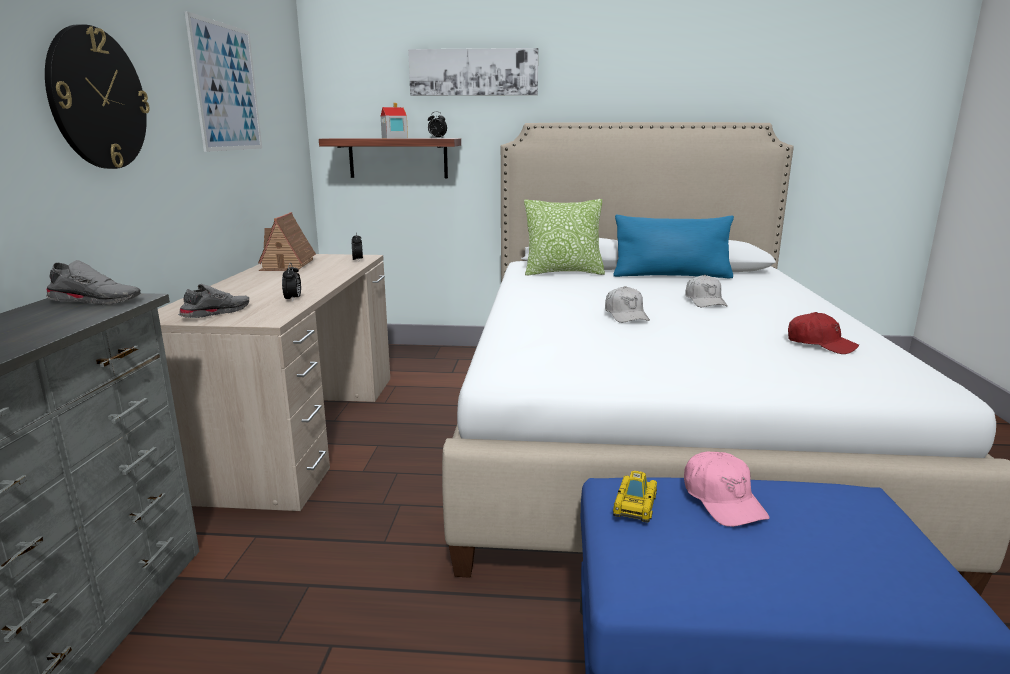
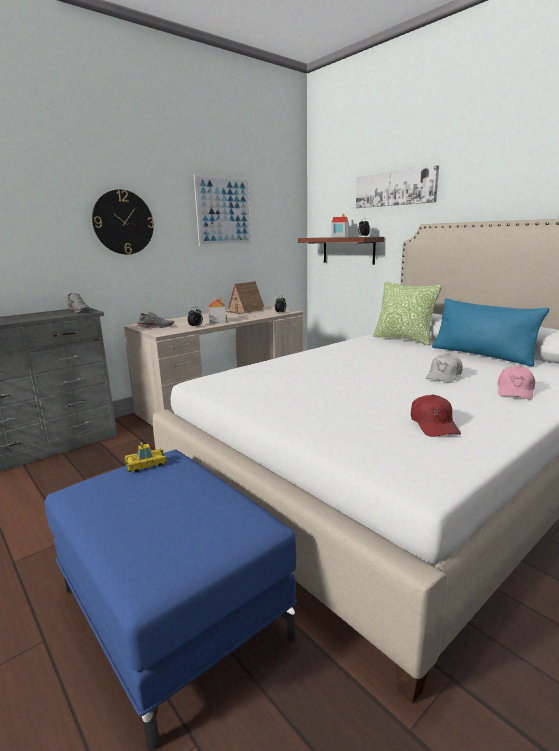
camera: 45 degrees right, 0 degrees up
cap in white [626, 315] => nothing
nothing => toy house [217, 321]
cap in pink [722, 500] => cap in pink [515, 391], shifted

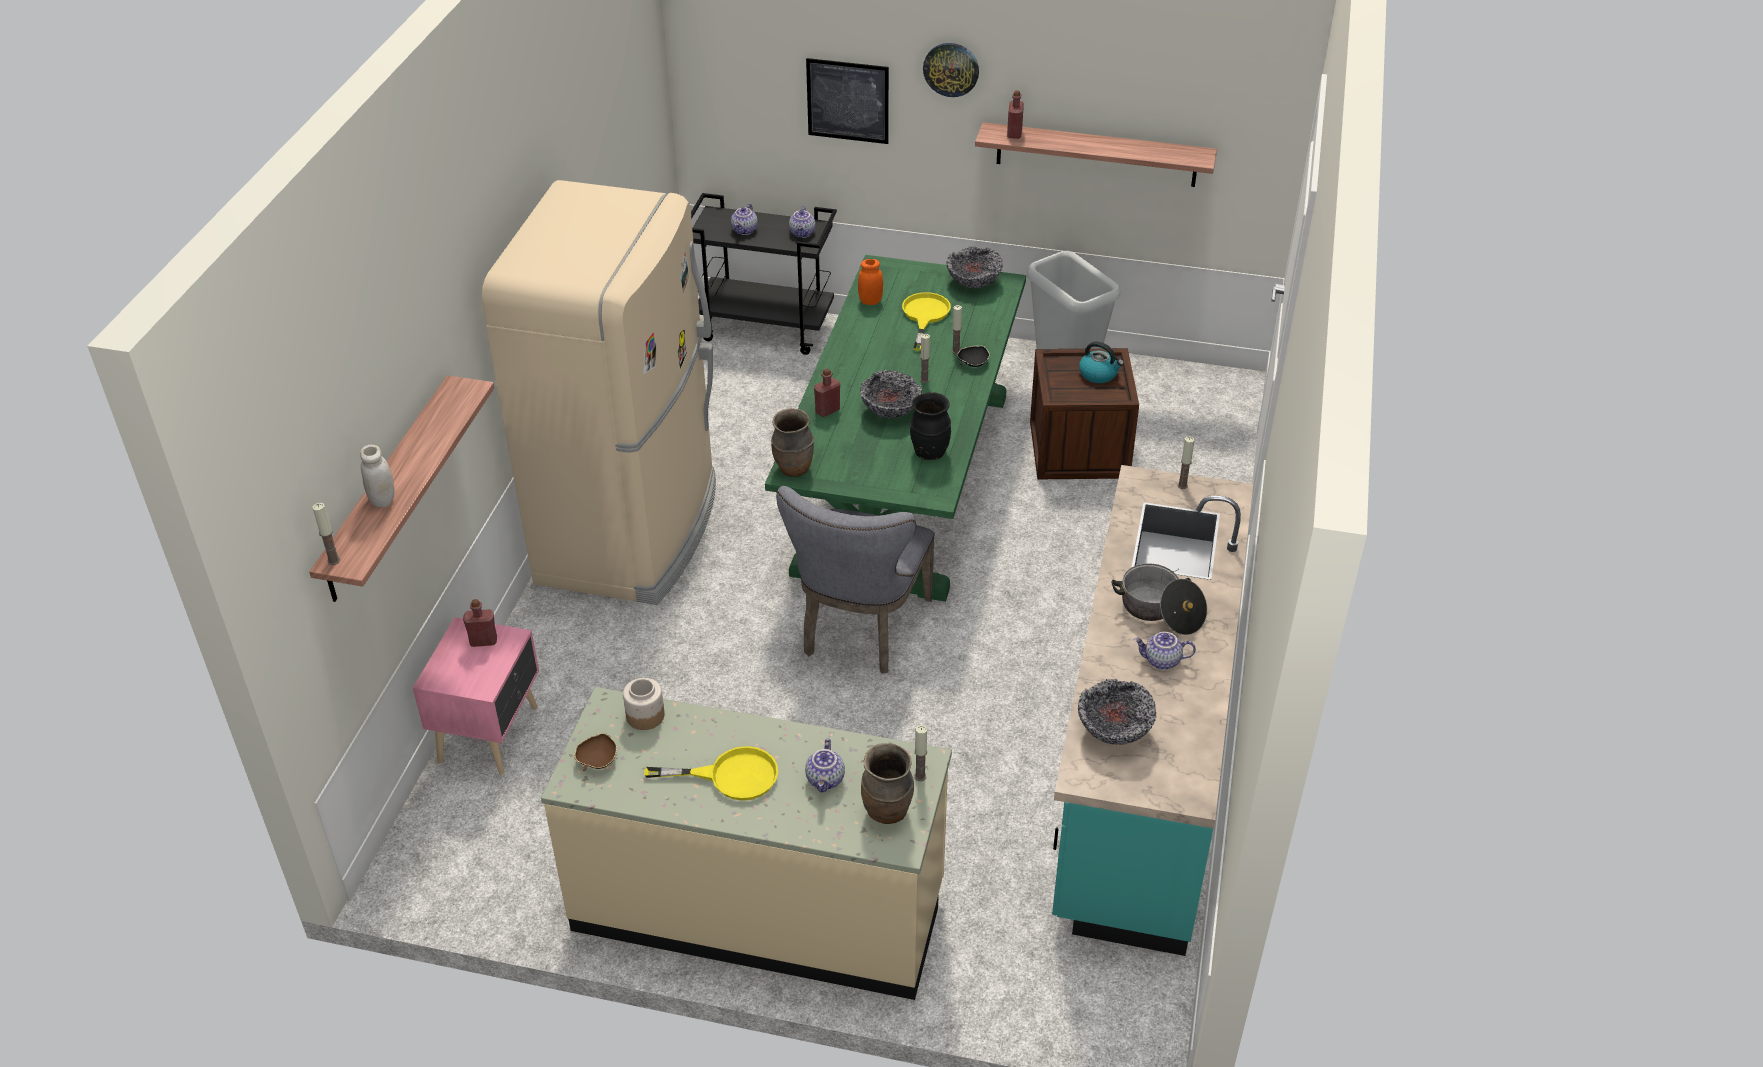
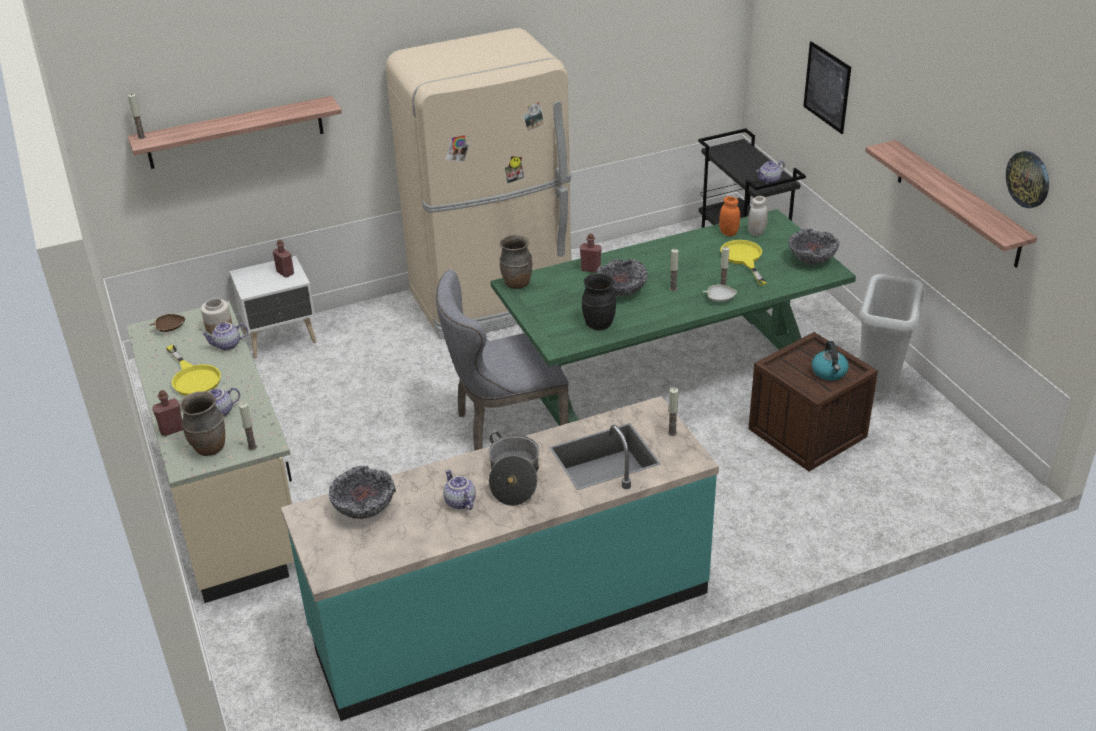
camera: 55 degrees right, 5 degrees down
jar in white [382, 500] => jar in white [756, 232], shifted
teapot [745, 230] => teapot [227, 345], shifted
wall clock [951, 69] => wall clock [1028, 179], shifted
bottle in red [1014, 133] => bottle in red [172, 430], shifted
nightstand in pink [491, 733] => nightstand in white [281, 339]
bowl in black [973, 363] => bowl in white [719, 299]
frying pan in yellow [924, 316] => frying pan in yellow [743, 258], 75 degrees counterclockwise

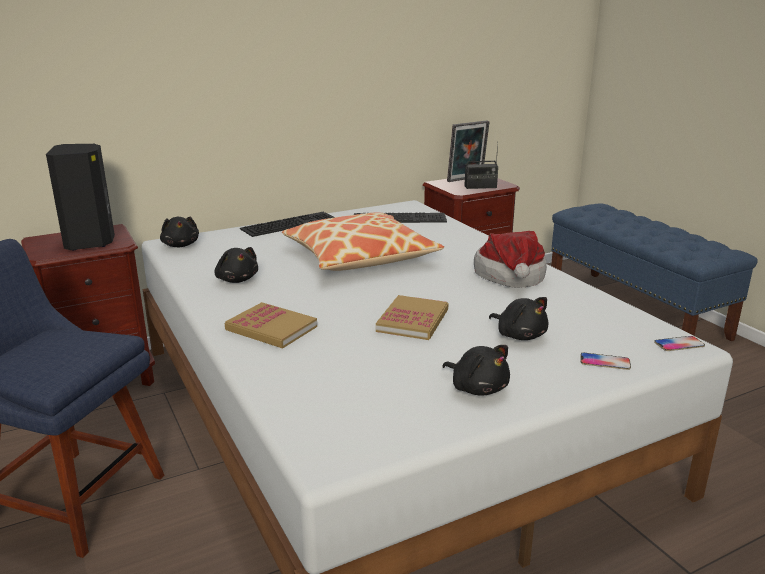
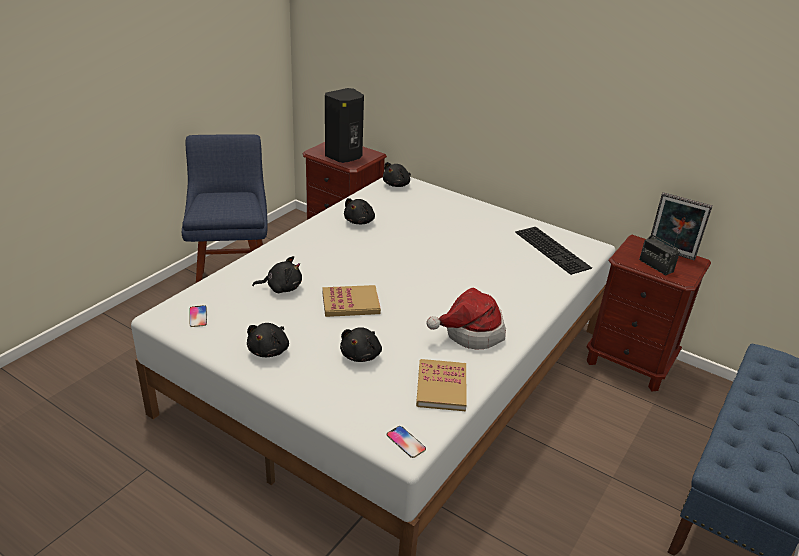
camera: 60 degrees right, 10 degrees up
keyboard [289, 223] => nothing
pillow [360, 257] => nothing
nothing => plush toy in black [281, 287]
book [271, 328] => book [441, 387], shifted
phone [605, 362] => phone [198, 316], shifted

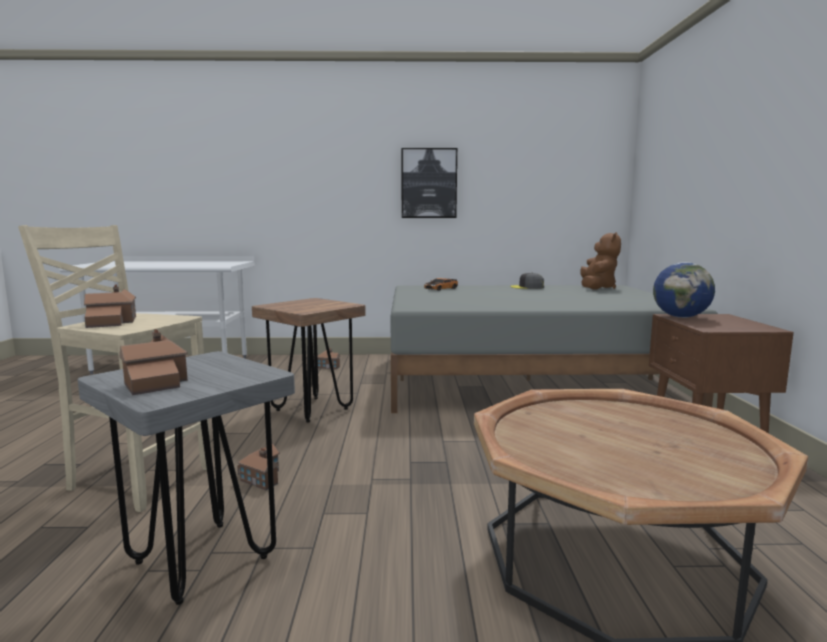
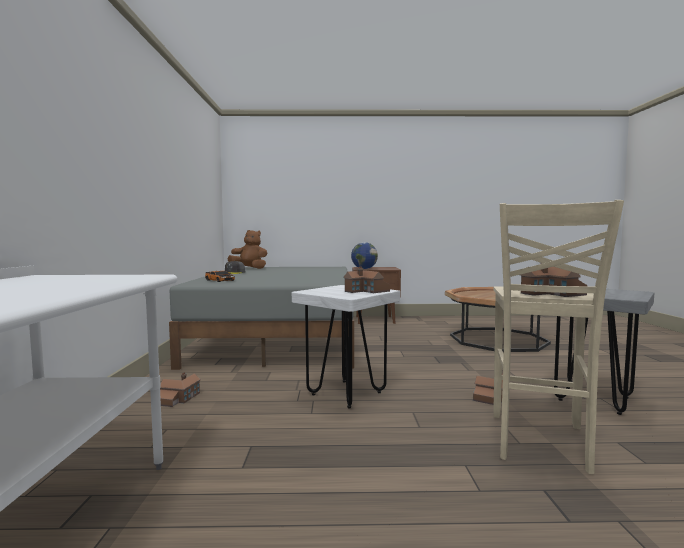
camera: 90 degrees left, 5 degrees down
picture [429, 183] => nothing
toy house [156, 381] => toy house [367, 291], shifted
stool in brown [312, 409] => stool in white [346, 393]

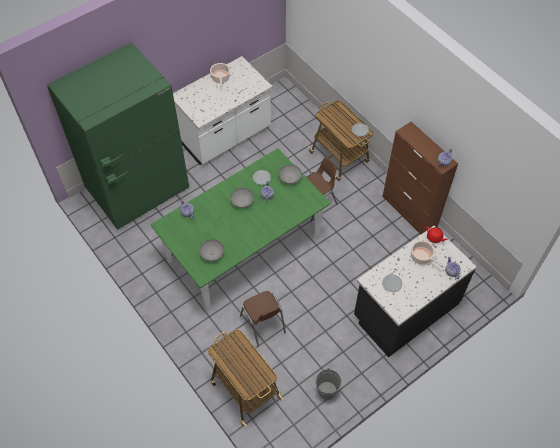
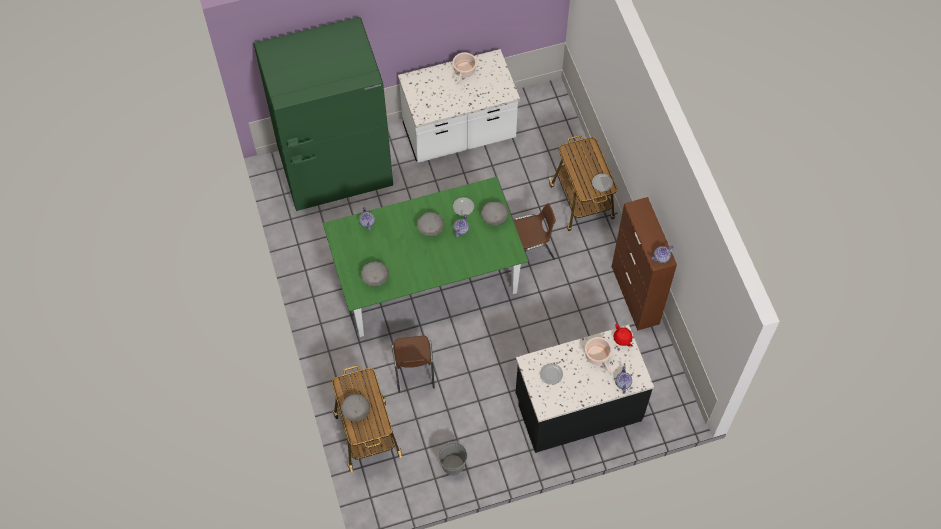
camera: 20 degrees right, 5 degrees up
nothing => bowl in grey [356, 411]

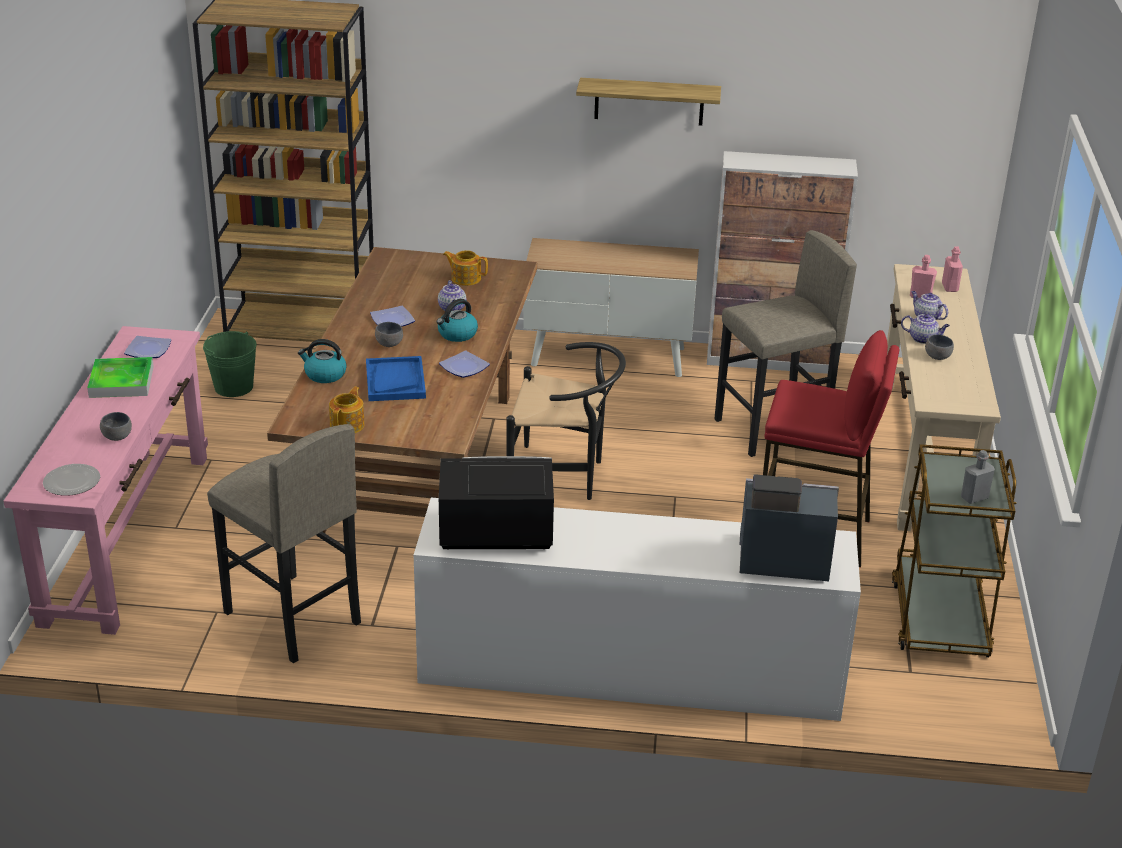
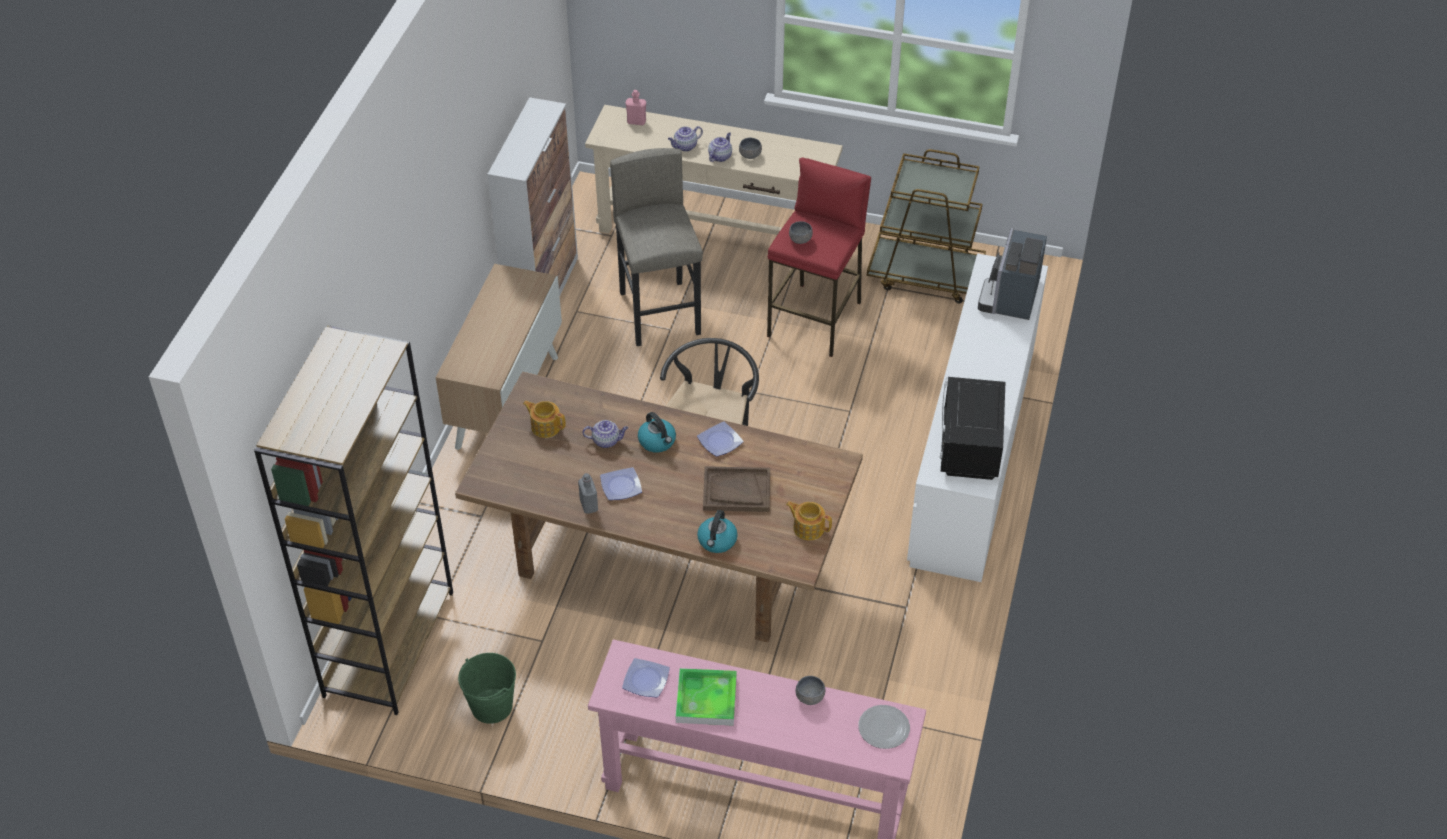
camera: 80 degrees left, 15 degrees up
stool in grey [292, 618] => nothing
shelf [649, 101] => nothing
bottle in pink [920, 296] => nothing
bowl in grey [390, 344] => bowl in grey [800, 239], shifted
bottle in grey [974, 497] => bottle in grey [589, 505], shifted
tray in blue [395, 381] => tray in brown [736, 491]
teapot [465, 278] => teapot [545, 426], 90 degrees clockwise

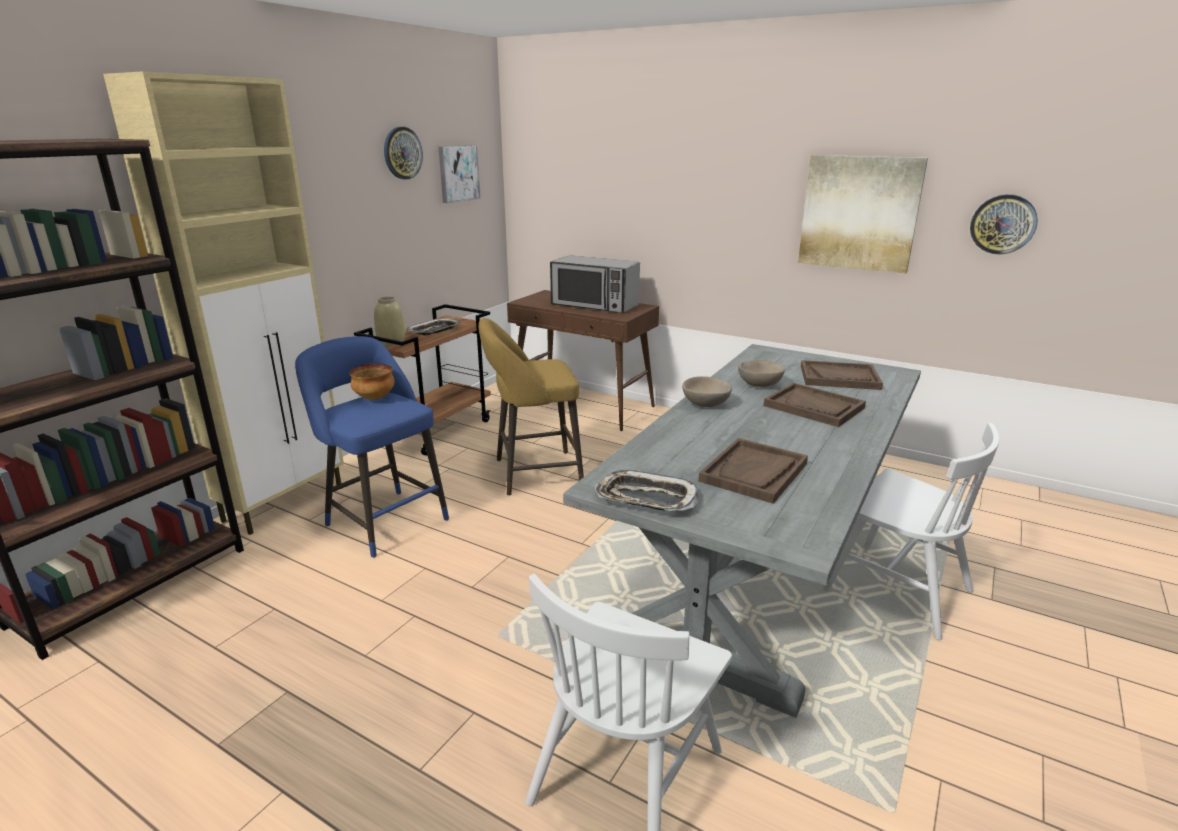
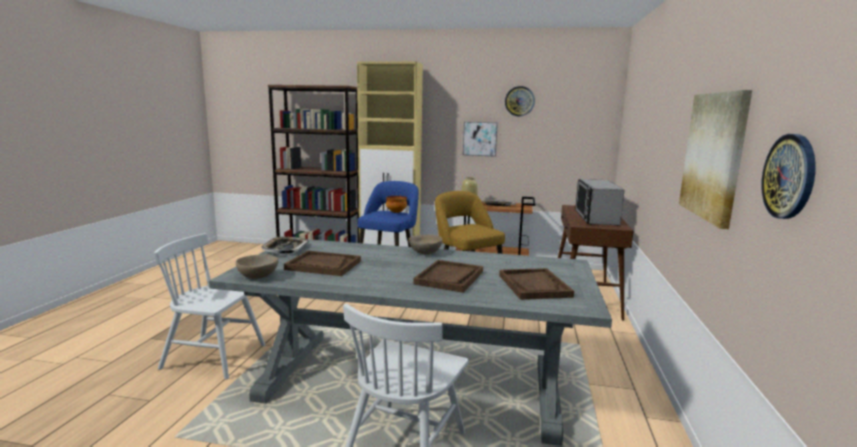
camera: 70 degrees right, 10 degrees down
picture [458, 173] => picture [480, 139], shifted
bowl in beige [760, 385] => bowl in beige [258, 277], shifted

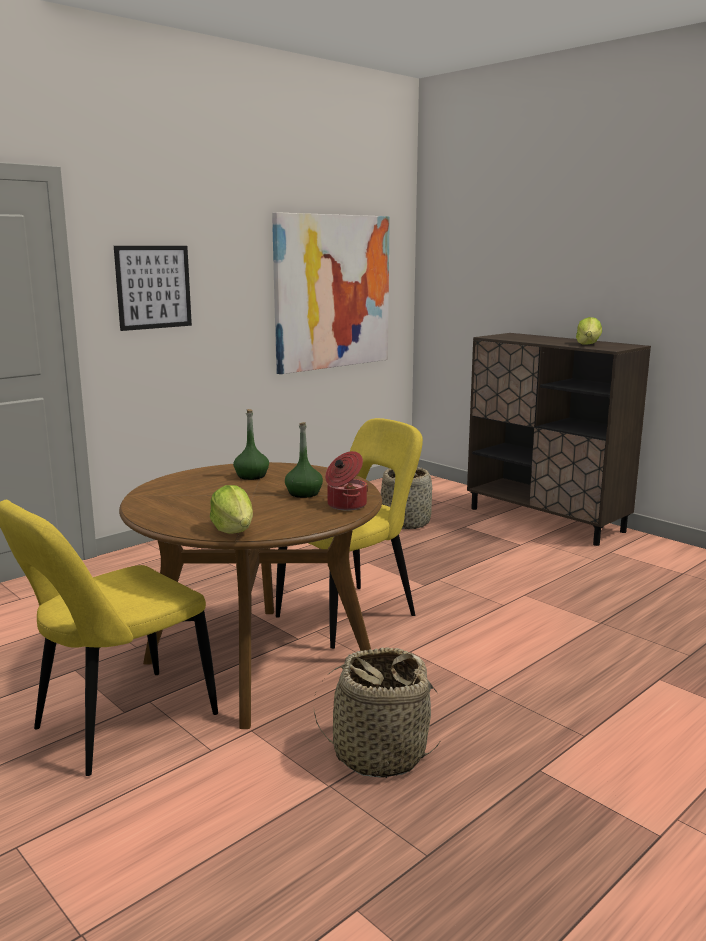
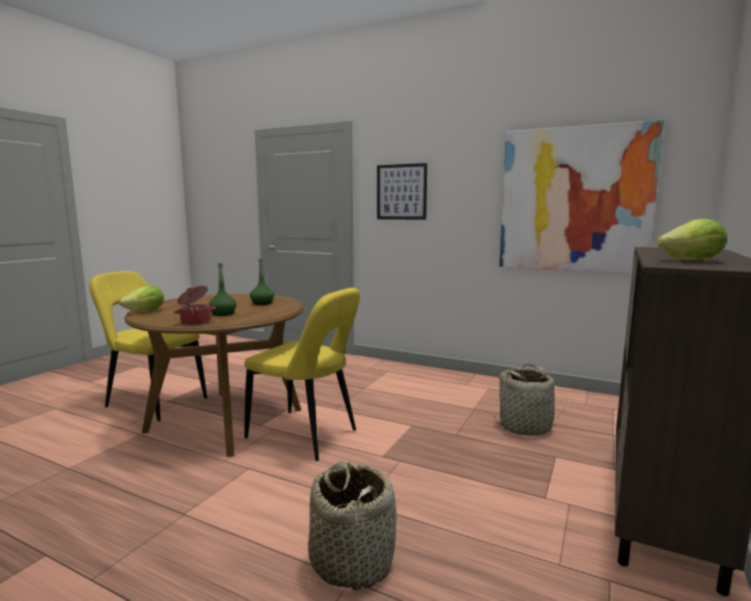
camera: 70 degrees right, 5 degrees down
basket [379, 753] => basket [352, 561], shifted

